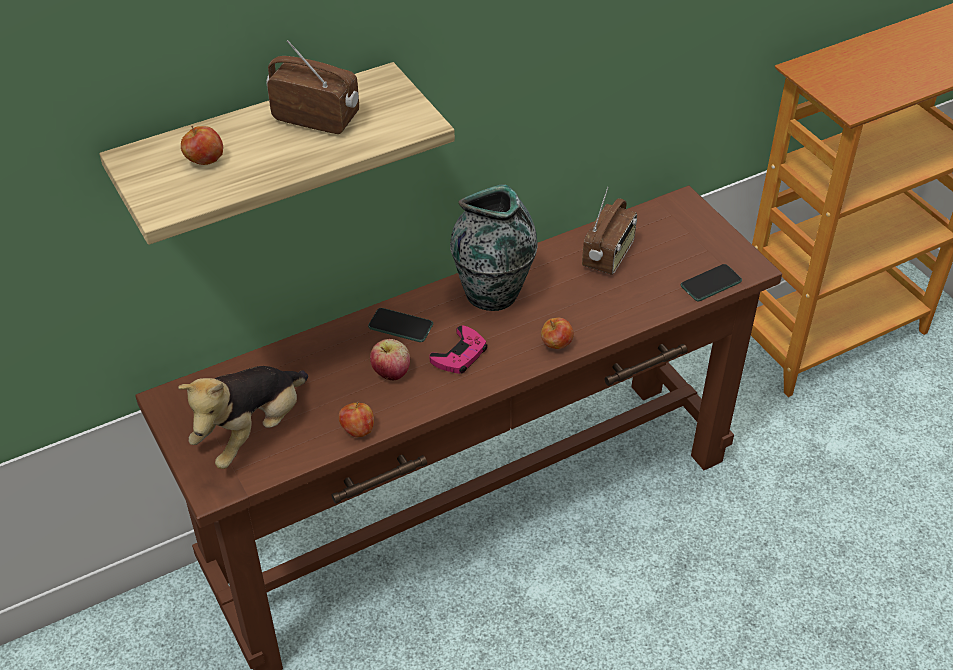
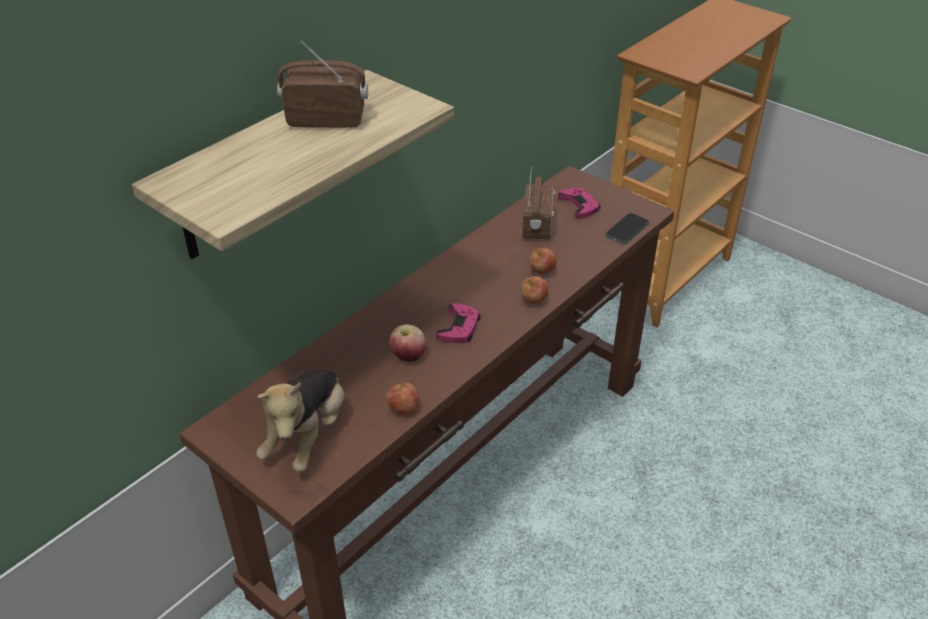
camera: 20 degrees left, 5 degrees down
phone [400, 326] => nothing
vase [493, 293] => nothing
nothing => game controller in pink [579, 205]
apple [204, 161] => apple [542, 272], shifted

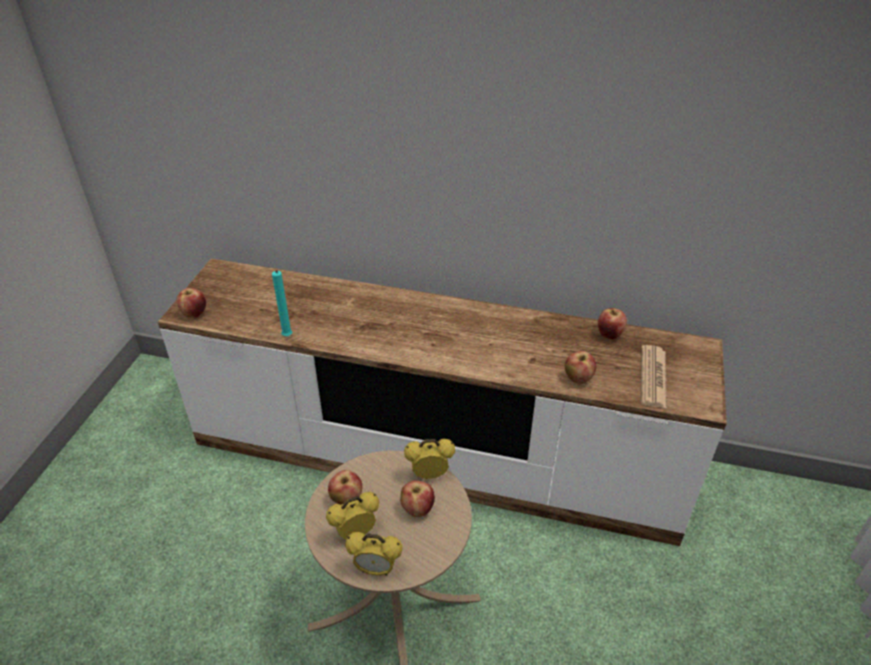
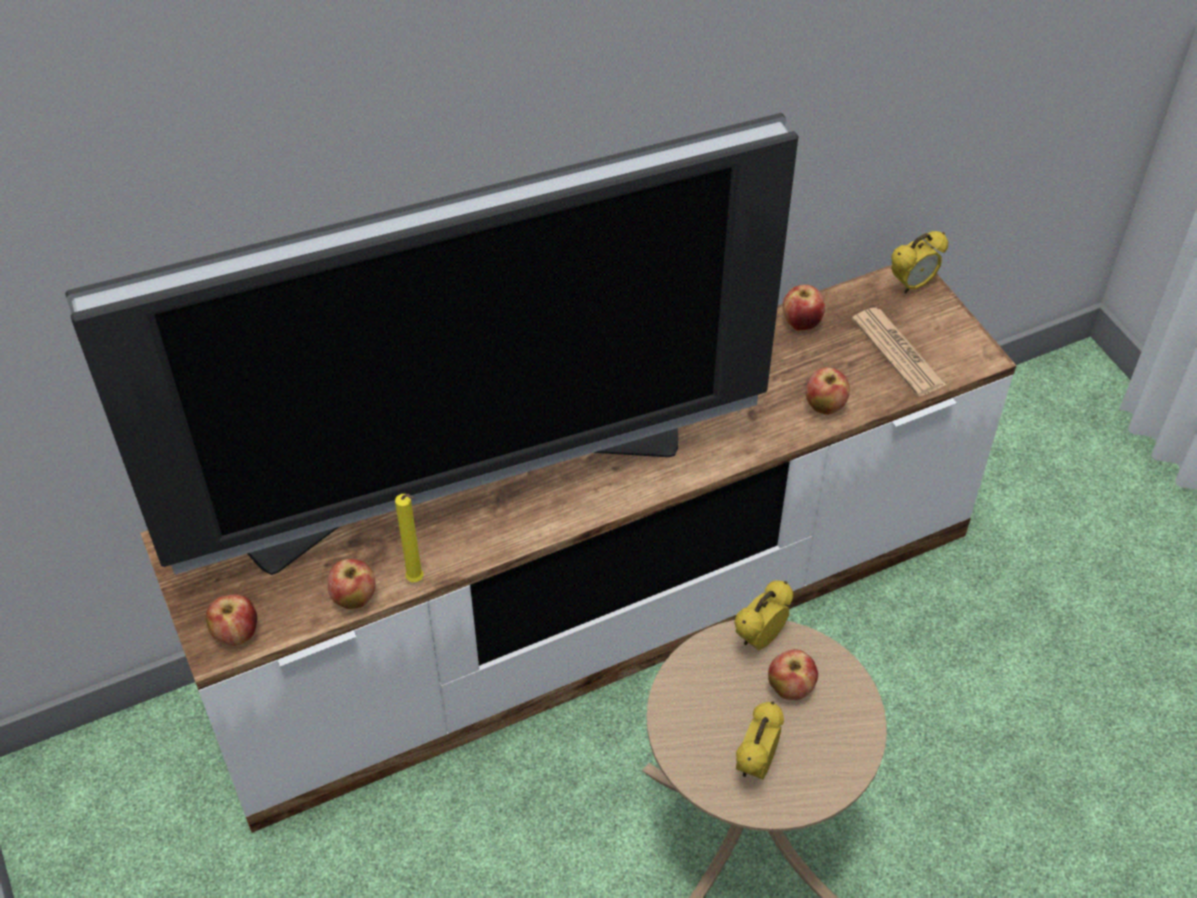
camera: 40 degrees left, 10 degrees up
nothing => television [467, 482]
apple [346, 499] => apple [354, 598], shifted
alarm clock [376, 569] => alarm clock [912, 285], shifted
candle in turquoise [287, 337] => candle in yellow [417, 581]

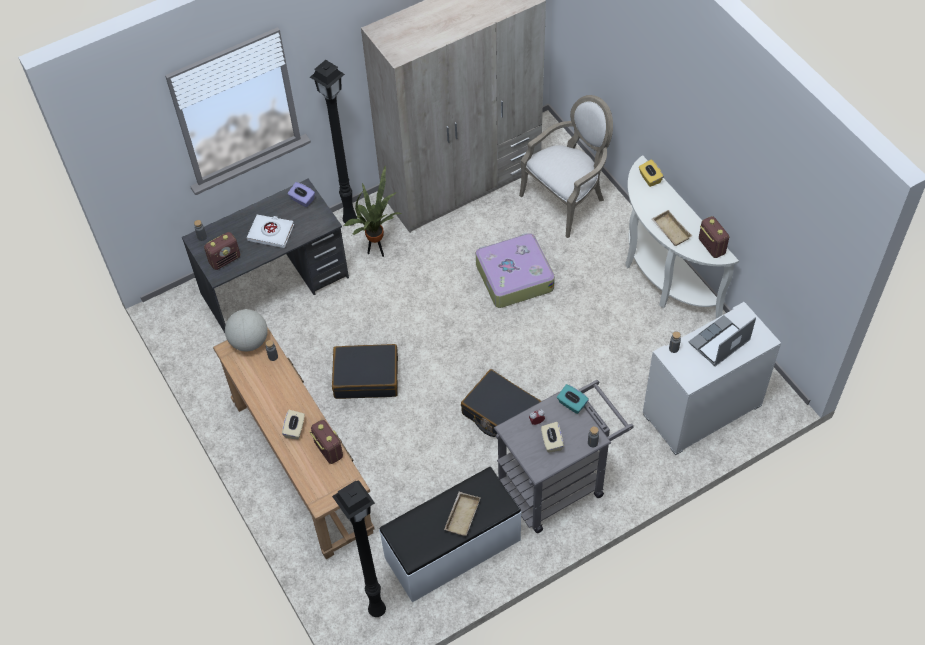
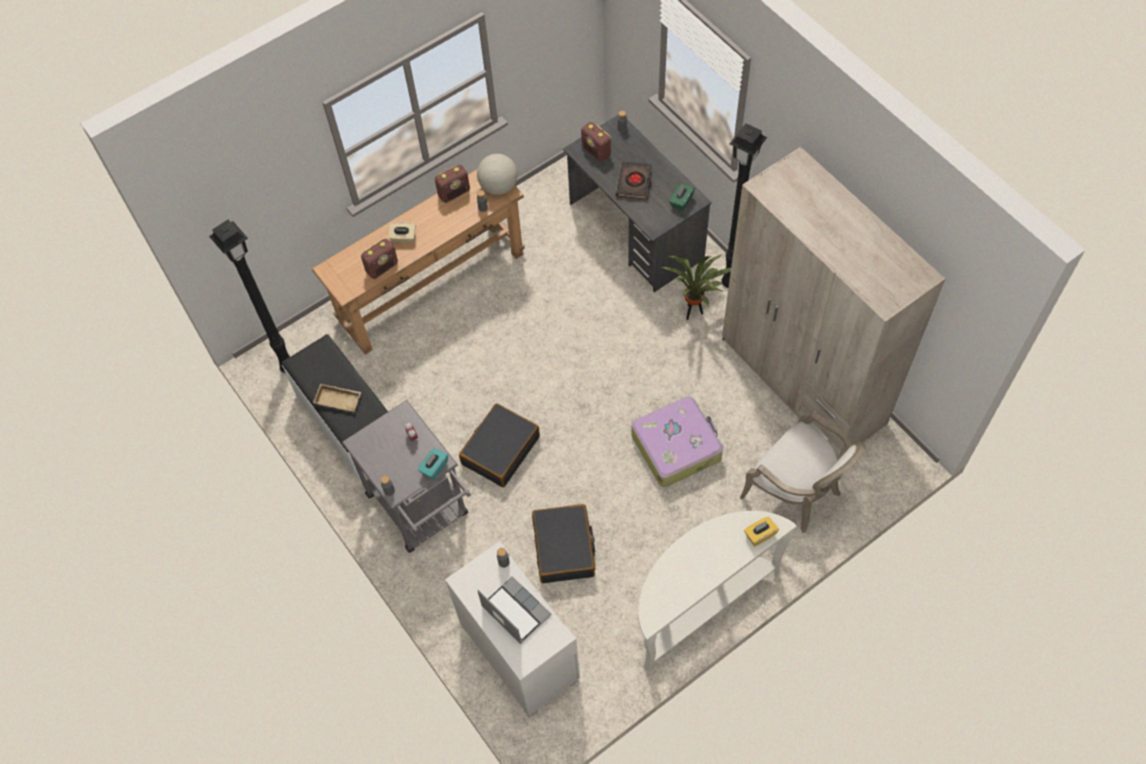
camera: 85 degrees right, 5 degrees up
tissue box in beige [551, 442] => nothing
tray in beige [669, 230] => nothing
suitcase in black [366, 377] => suitcase in black [564, 548], shifted
radio [711, 246] => radio [454, 193], shifted
book in white [271, 233] => book in black [634, 183]
tissue box in purple [302, 200] => tissue box in green [681, 201]

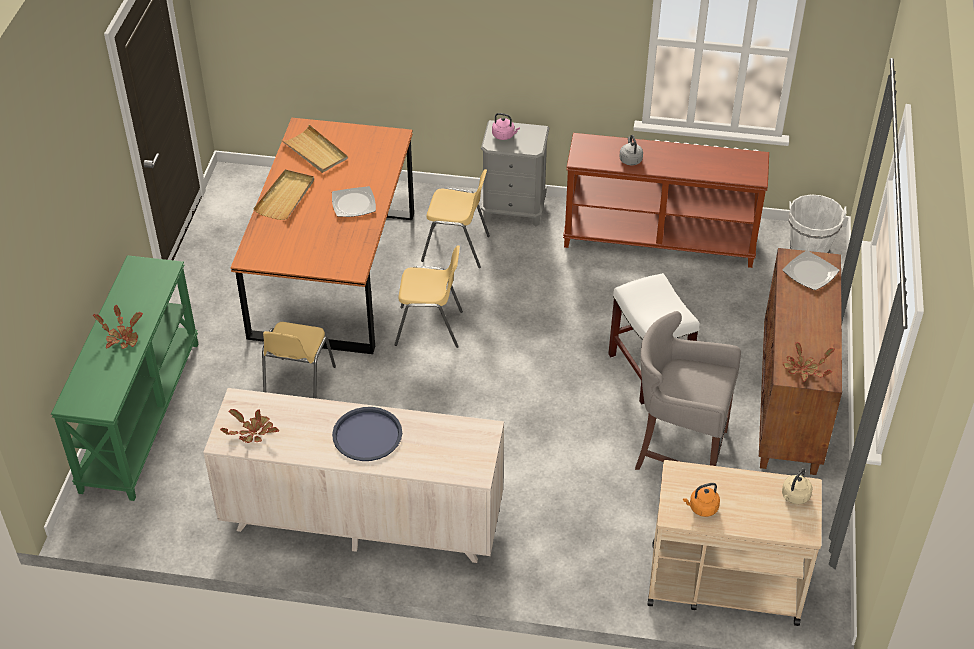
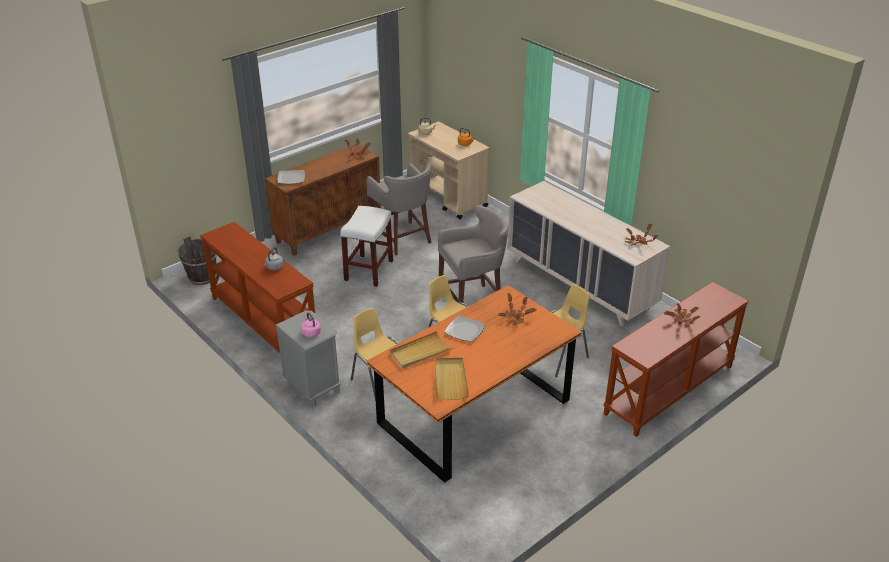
camera: 140 degrees left, 10 degrees down
tray in blue [367, 435] => nothing
nothing => stool in grey [473, 302]
nothing => potted plant [515, 317]
tray in beige [285, 197] => tray in beige [420, 352], shifted
console table in green [139, 414] => console table in brown [669, 390]
bucket in white [809, 249] => bucket in brown [202, 277]

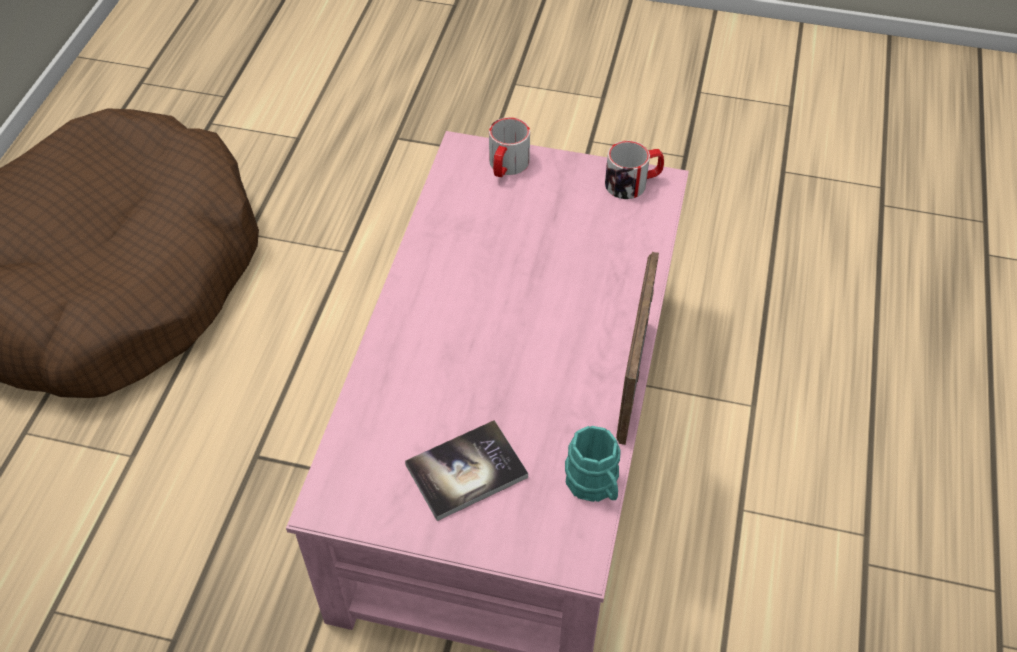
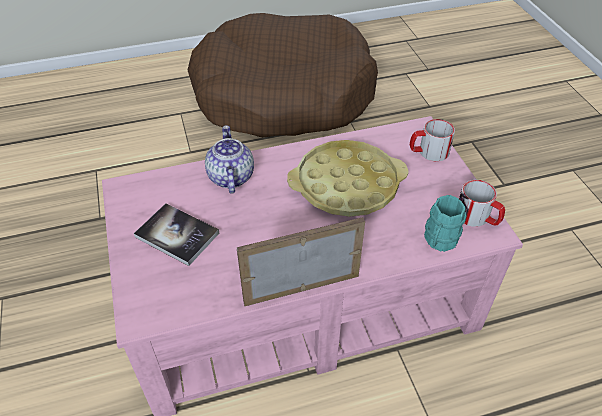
camera: 60 degrees right, 5 degrees down
nothing => teapot [230, 177]
nothing => tray in yellow [346, 184]
mug in turquoise [594, 486] => mug in turquoise [439, 241], shifted

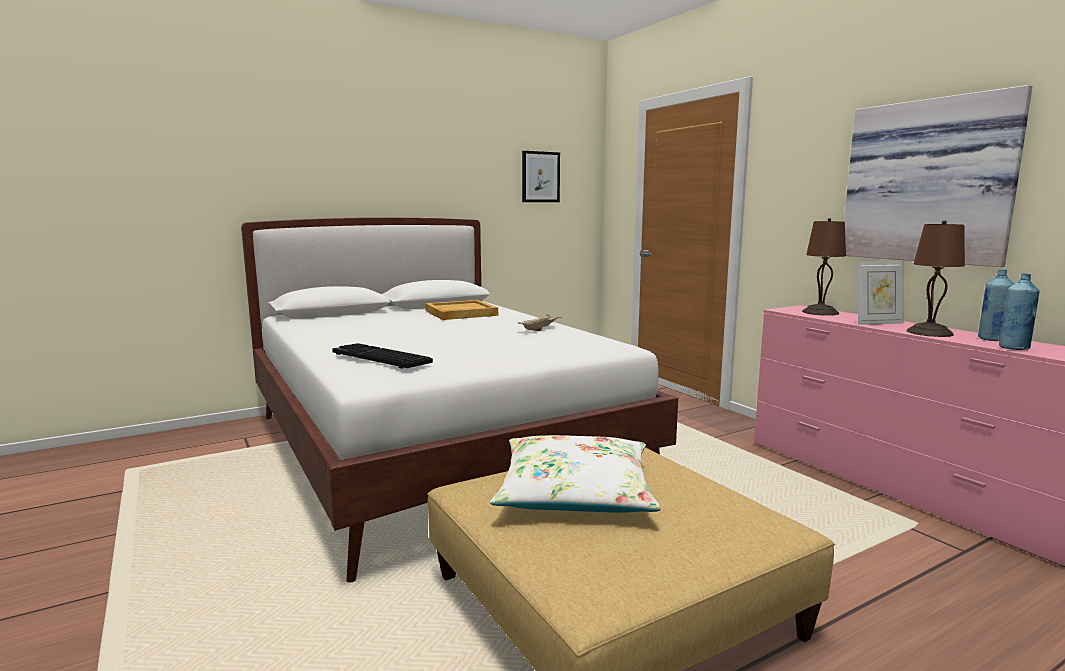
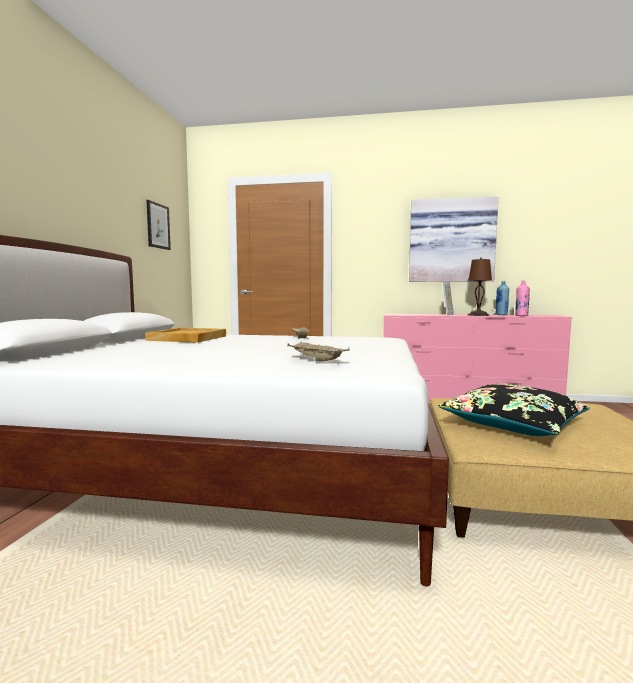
camera: 50 degrees left, 5 degrees down
table lamp in brown [819, 312] => nothing
keyboard [378, 358] => tray in beige [315, 360]
pillow in white [575, 493] => pillow in black [513, 423]
bottle in blue [1014, 348] => bottle in pink [521, 316]

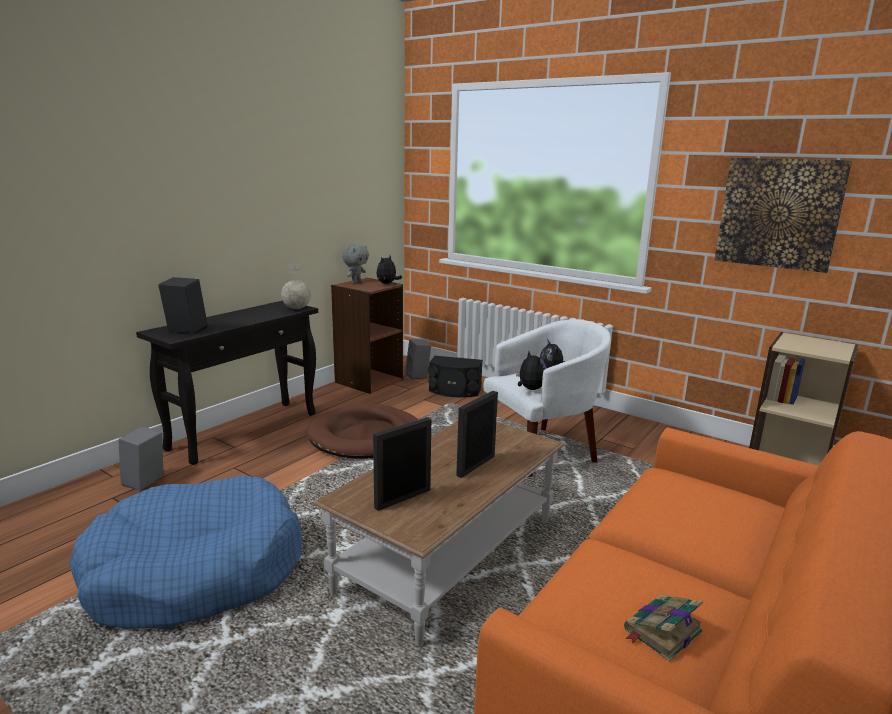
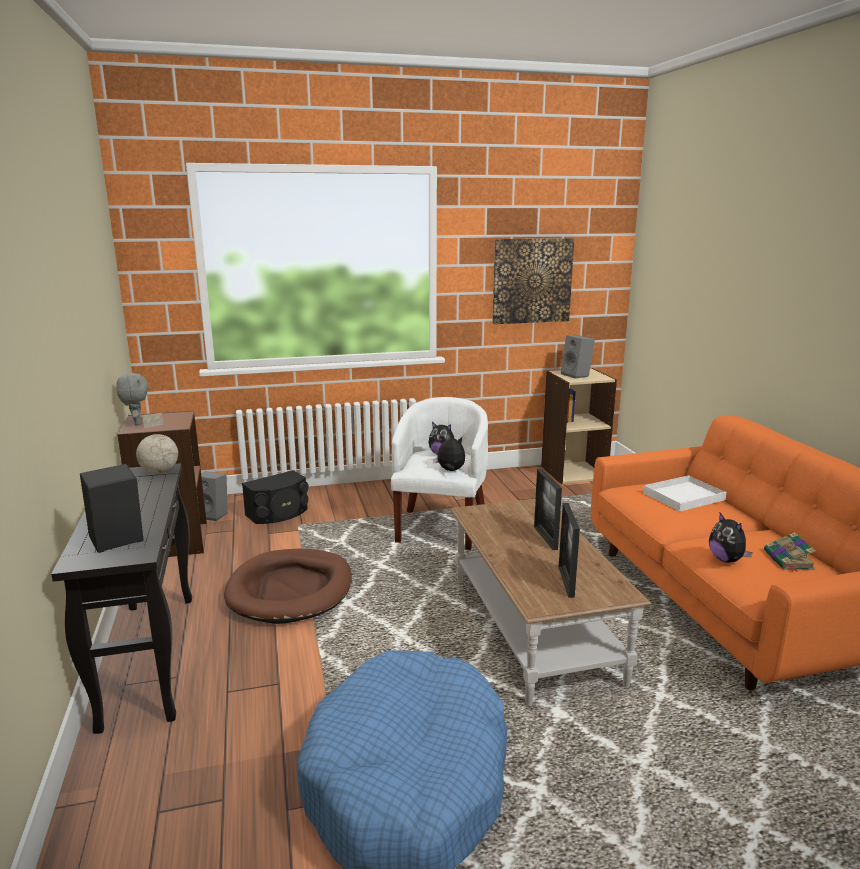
camera: 50 degrees left, 0 degrees up
nothing => tray in white [682, 497]
speaker in grey [145, 482] => speaker in grey [577, 375], shifted
plush toy [387, 284] => plush toy [726, 560], shifted

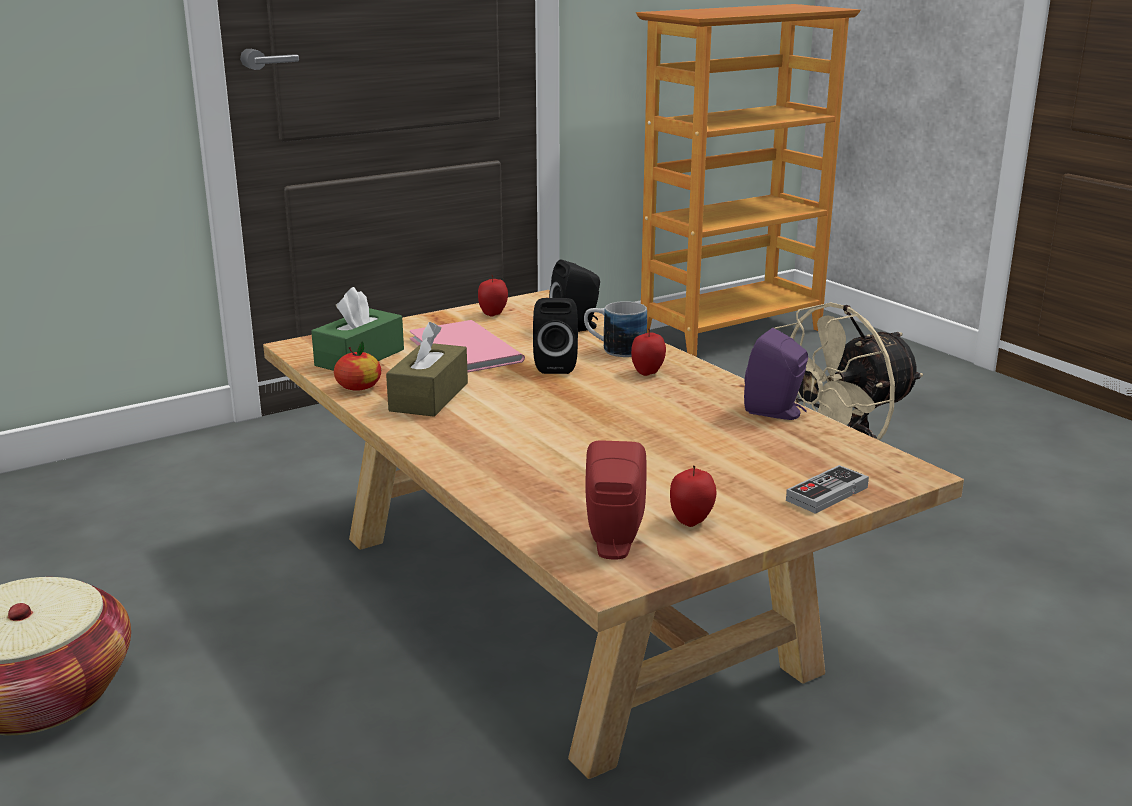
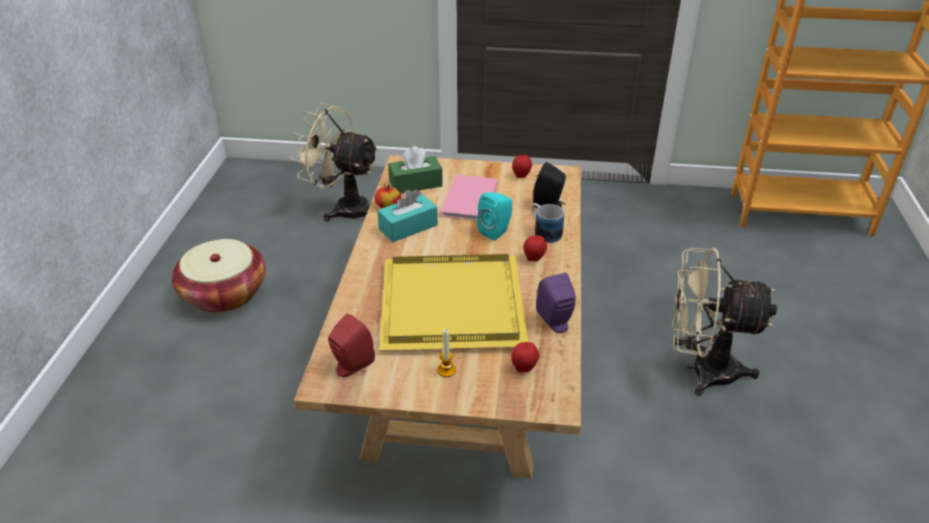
camera: 40 degrees right, 15 degrees up
game controller [827, 494] => nothing
nothing => fan in beige [344, 208]
nothing => tray in yellow [455, 303]
nothing => candle [446, 370]
apple [691, 521] => apple [524, 368], shifted
tissue box in brown [429, 397] => tissue box in turquoise [408, 227]
speaker in black [556, 365] => speaker in turquoise [496, 231]

